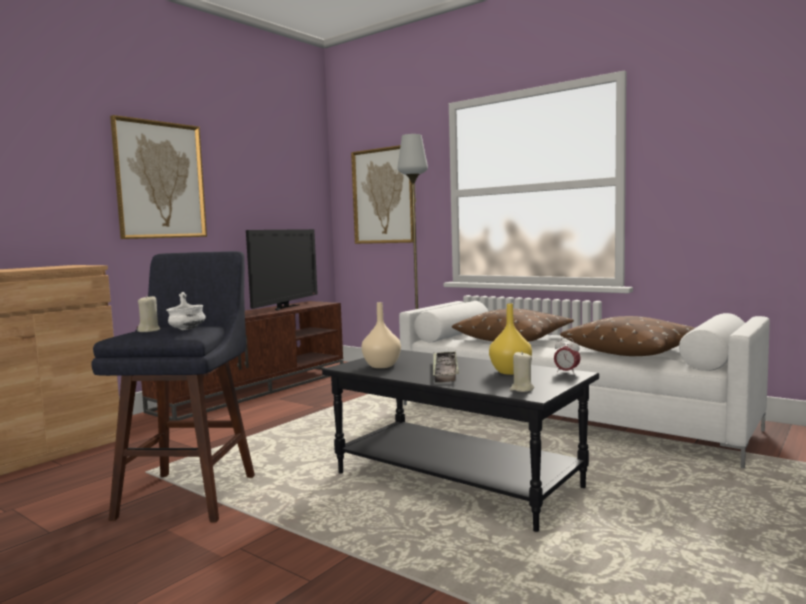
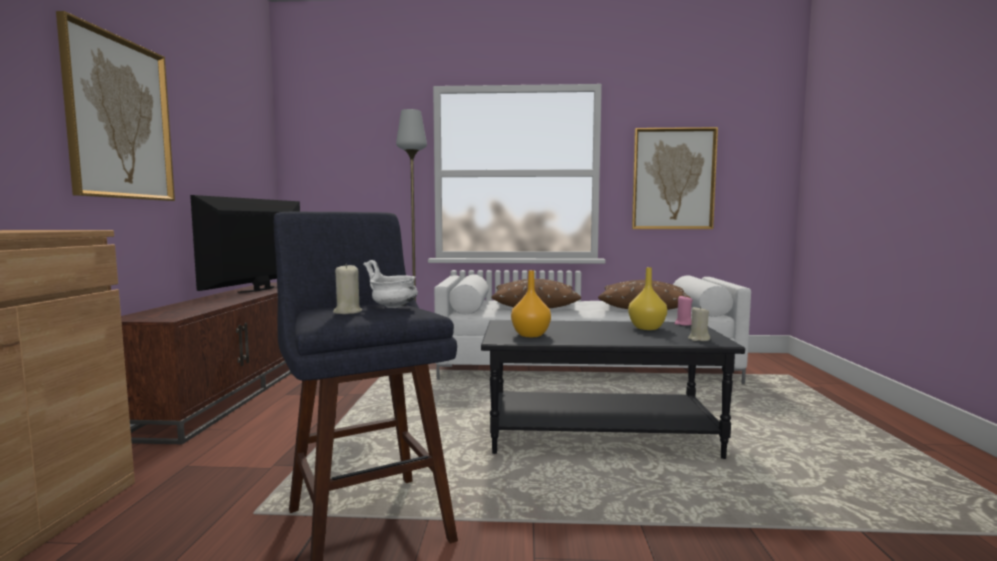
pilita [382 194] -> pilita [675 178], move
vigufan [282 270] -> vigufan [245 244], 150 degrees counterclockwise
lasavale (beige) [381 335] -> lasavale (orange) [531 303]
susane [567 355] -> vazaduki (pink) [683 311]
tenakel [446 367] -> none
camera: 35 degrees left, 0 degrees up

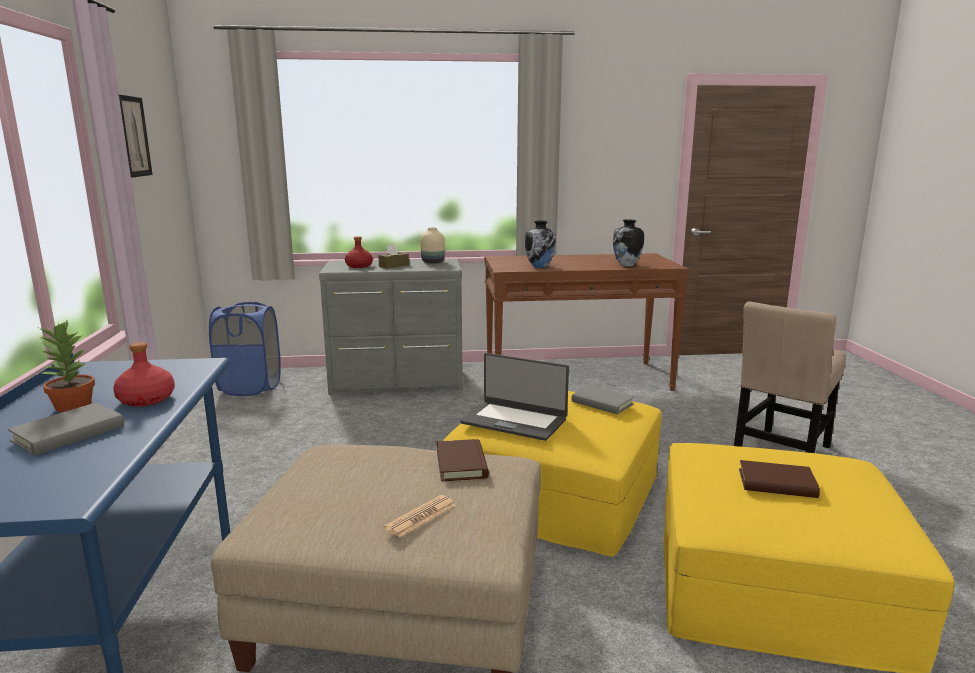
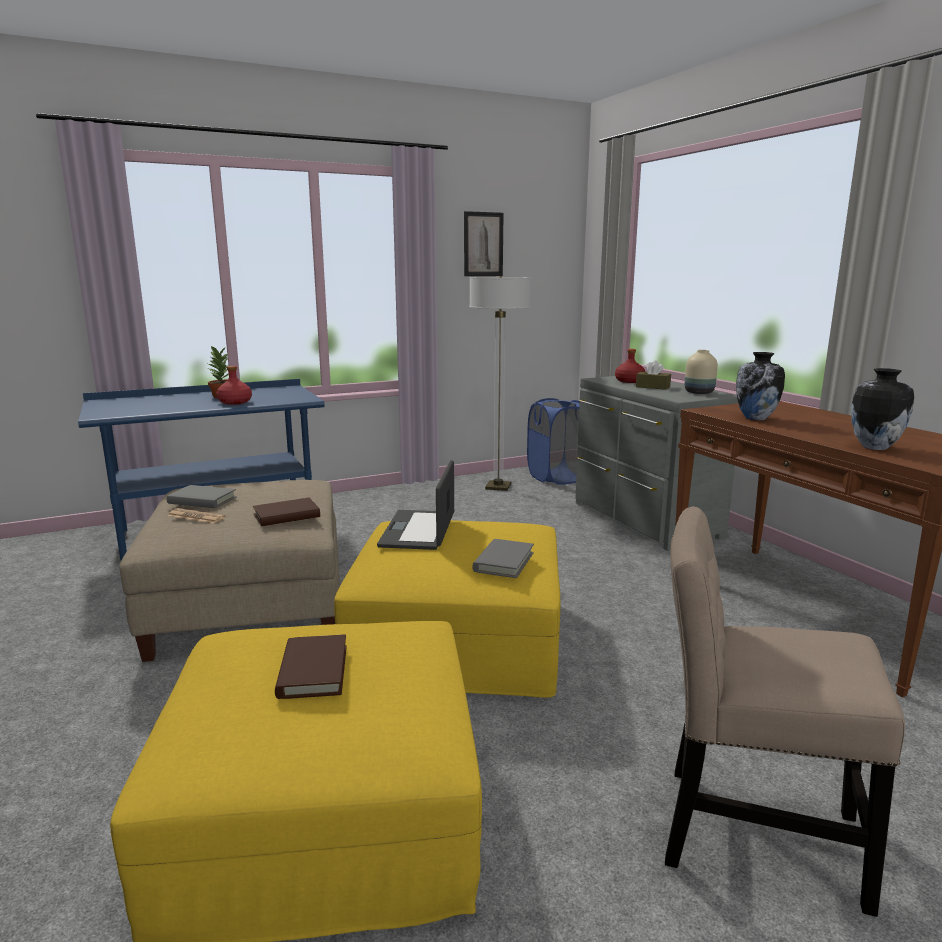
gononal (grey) [66 429] -> gononal (grey) [202 496], move
none -> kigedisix [500 383]
camera: 70 degrees right, 0 degrees up

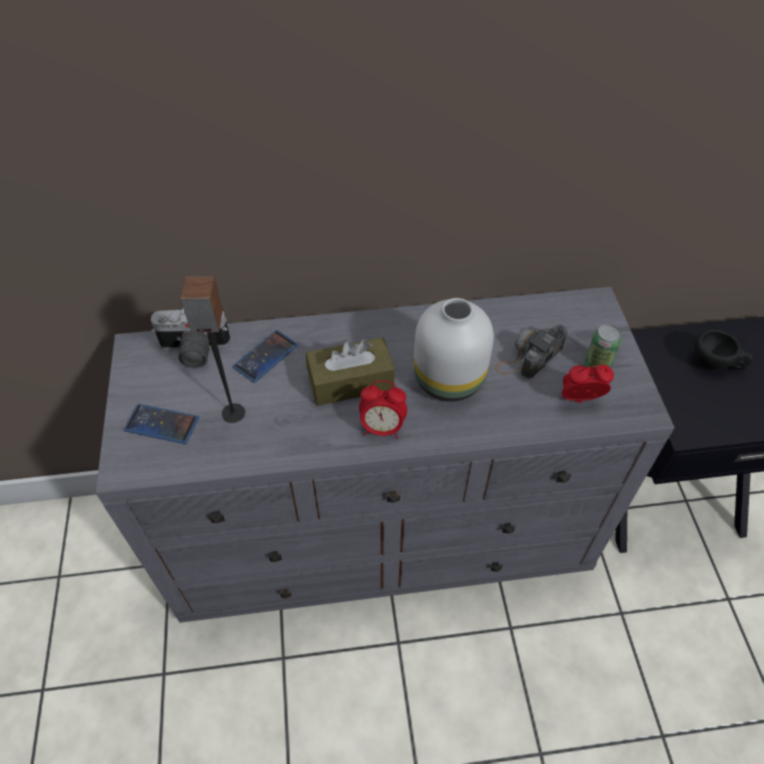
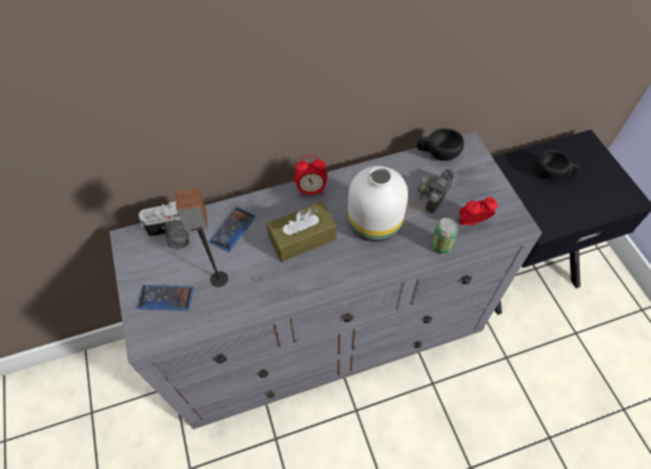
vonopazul [603 346] -> vonopazul [444 236], move
susane [383 409] -> susane [310 176], move
none -> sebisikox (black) [440 144]
camera: 10 degrees left, 5 degrees up

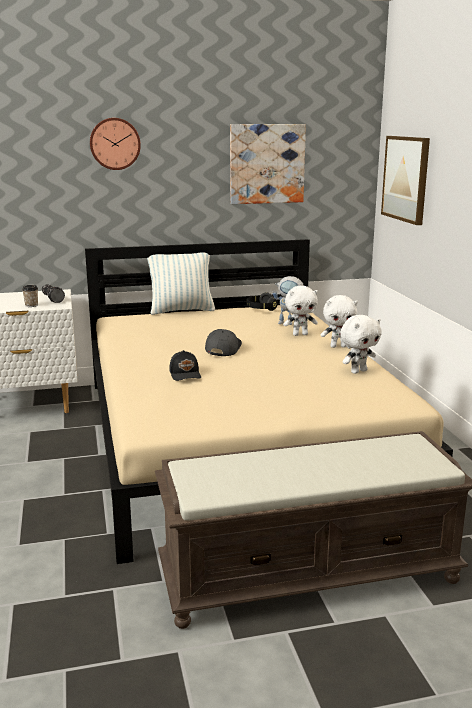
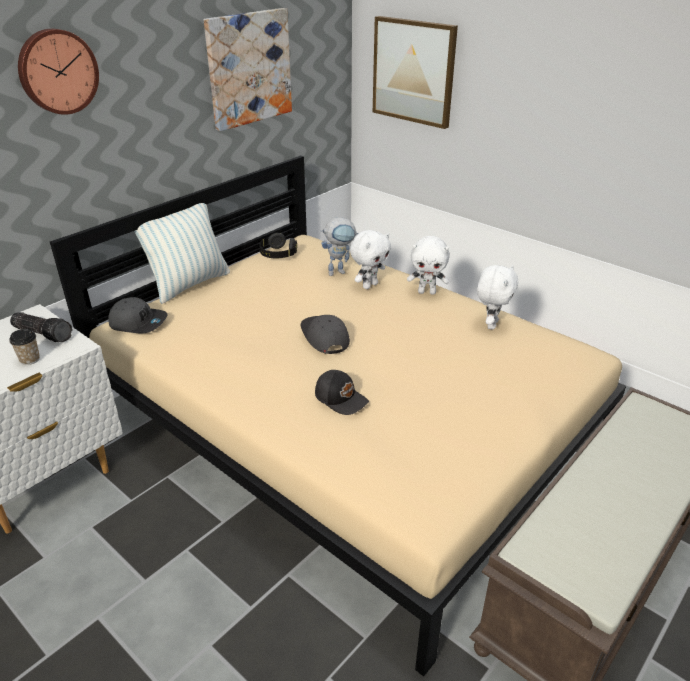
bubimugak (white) [339 321] -> bubimugak (white) [428 265], 45 degrees clockwise
none -> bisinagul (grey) [137 315]
camera: 35 degrees left, 15 degrees up

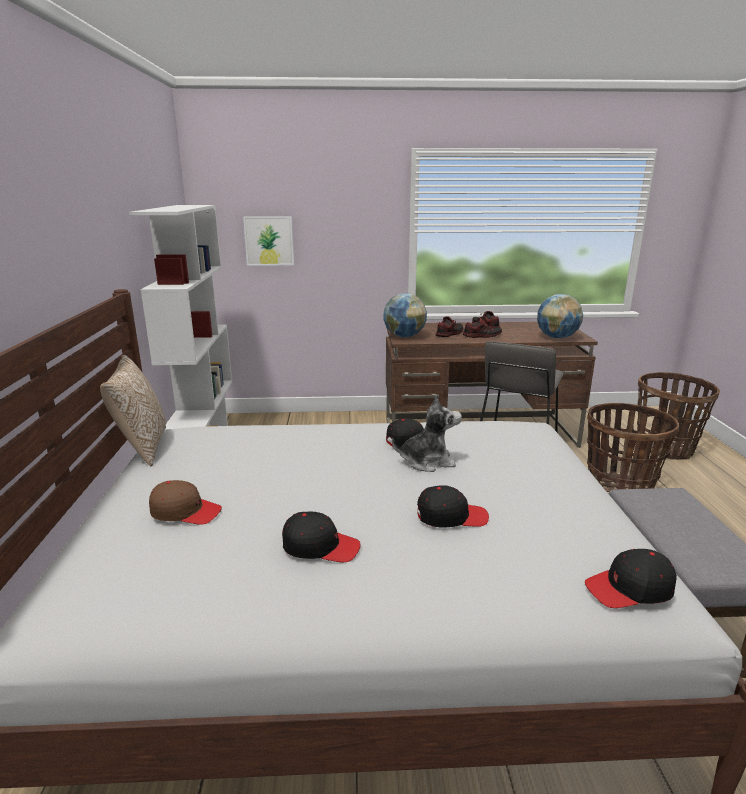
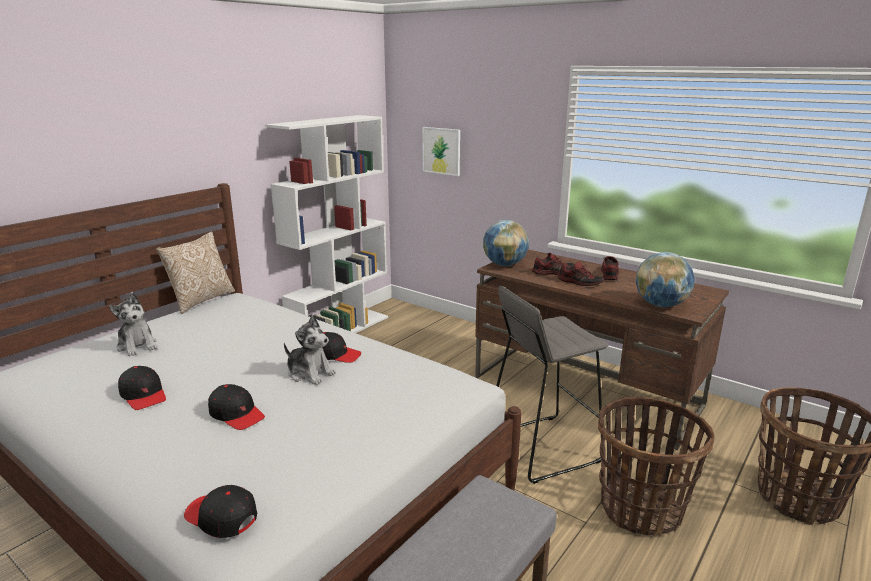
bisinagul (brown) [185 502] -> bubimugak [133 325]
camera: 40 degrees right, 0 degrees up

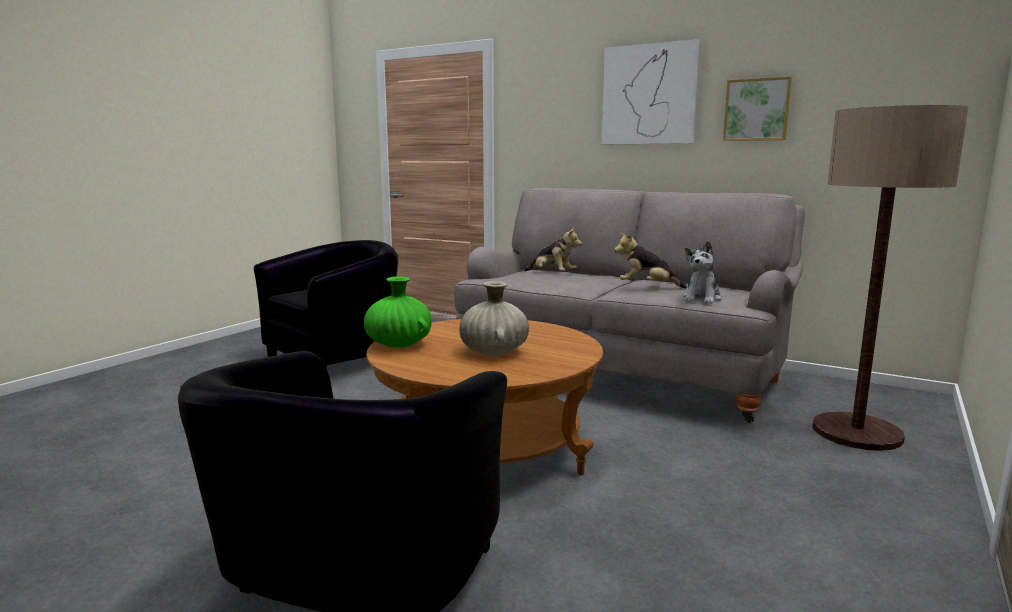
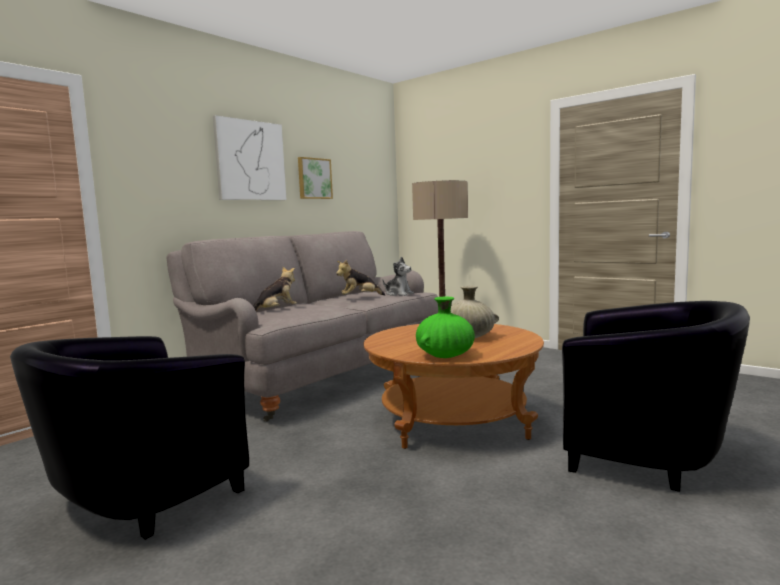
bubimugak [650 261] -> bubimugak [360 277], 45 degrees clockwise
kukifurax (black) [326 304] -> kukifurax (black) [129 438], 105 degrees counterclockwise
camera: 80 degrees left, 5 degrees down

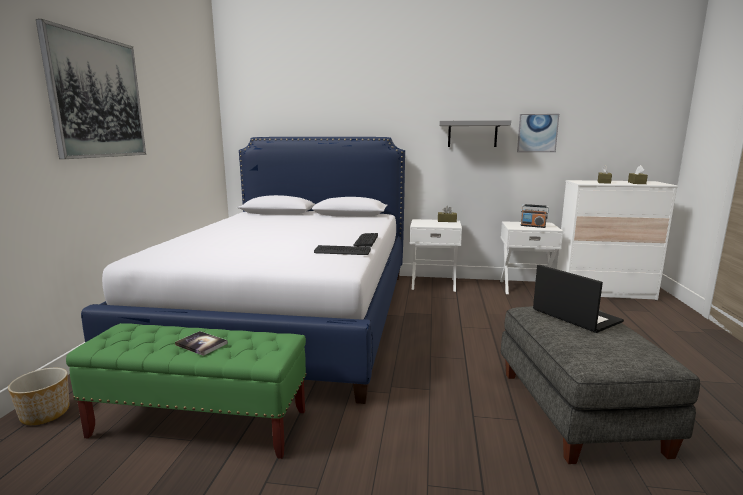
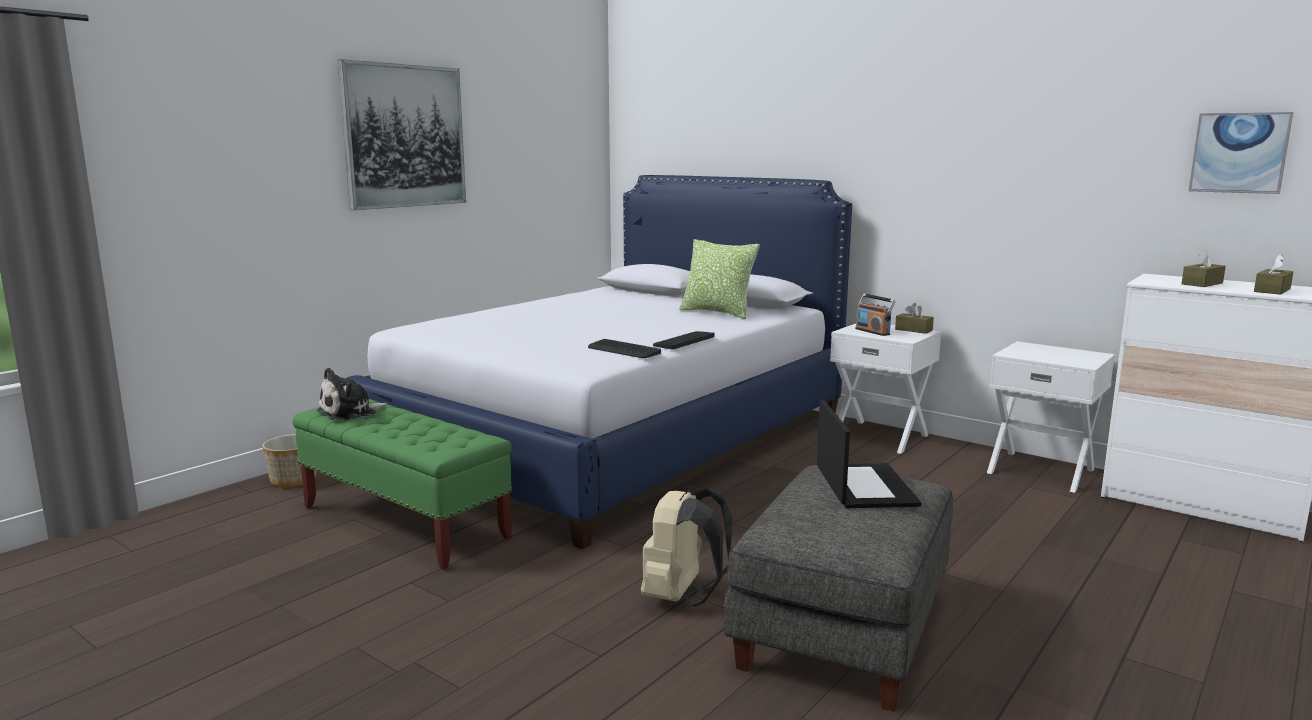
pilita [538 133] -> pilita [1241 153], move
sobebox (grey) [475 133] -> none
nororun [535 216] -> nororun [875 315], move
gononal [201 343] -> none
none -> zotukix [719 279]
none -> bubimugak [352 394]
none -> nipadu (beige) [686 546]
camera: 30 degrees right, 0 degrees up

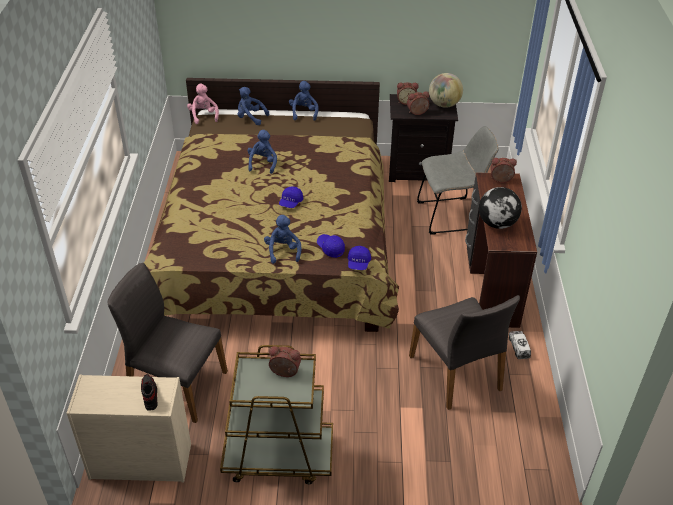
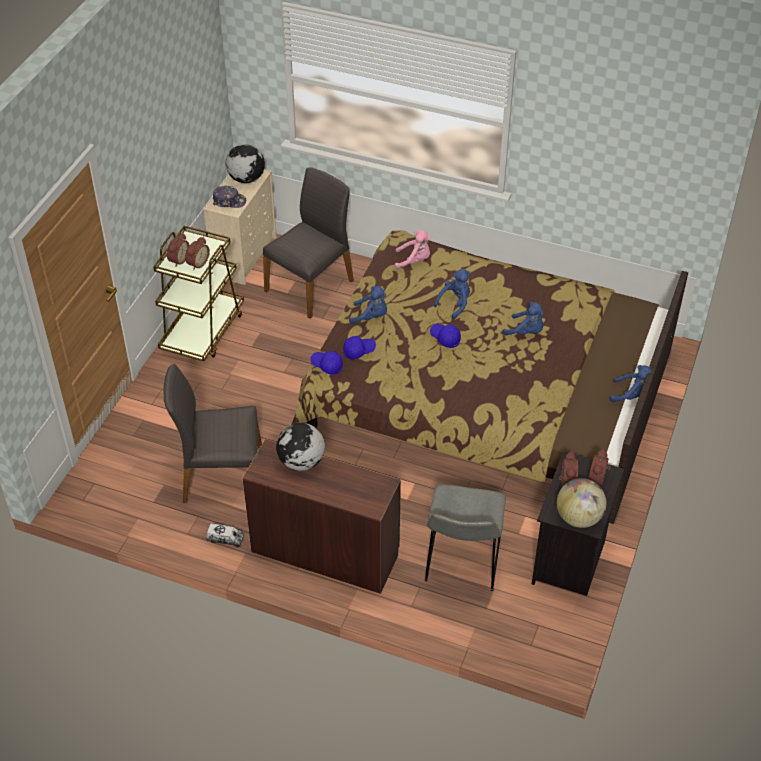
bubimugak (pink) [203 104] -> bubimugak (pink) [412 249], move
bubimugak (blue) [253 106] -> bubimugak (blue) [452 294], move
susane [504 170] -> susane [178 249], move
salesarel [149 392] -> bisinagul [229 197]
none -> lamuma [245 163]
camera: 110 degrees right, 5 degrees up

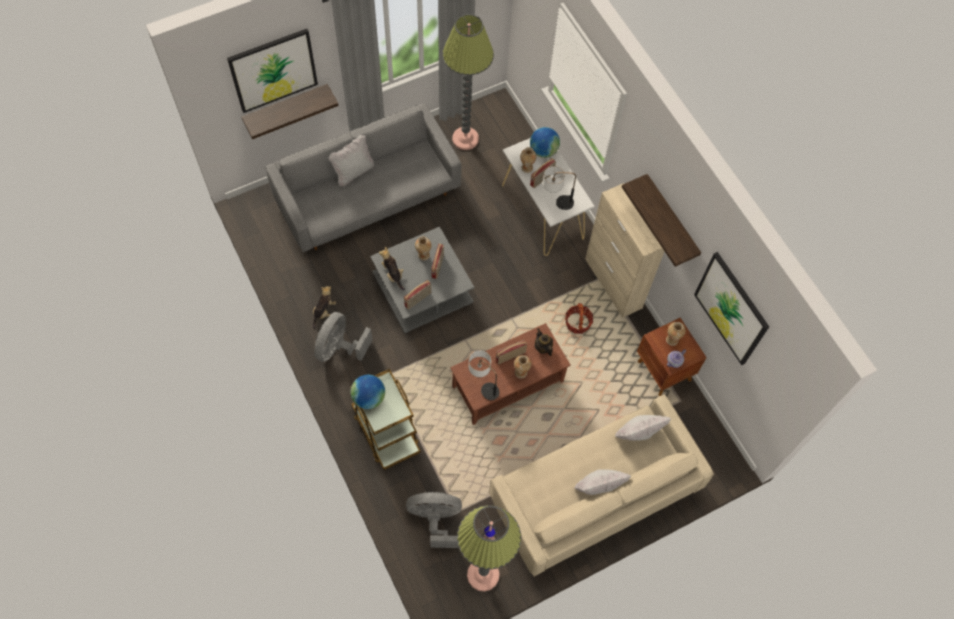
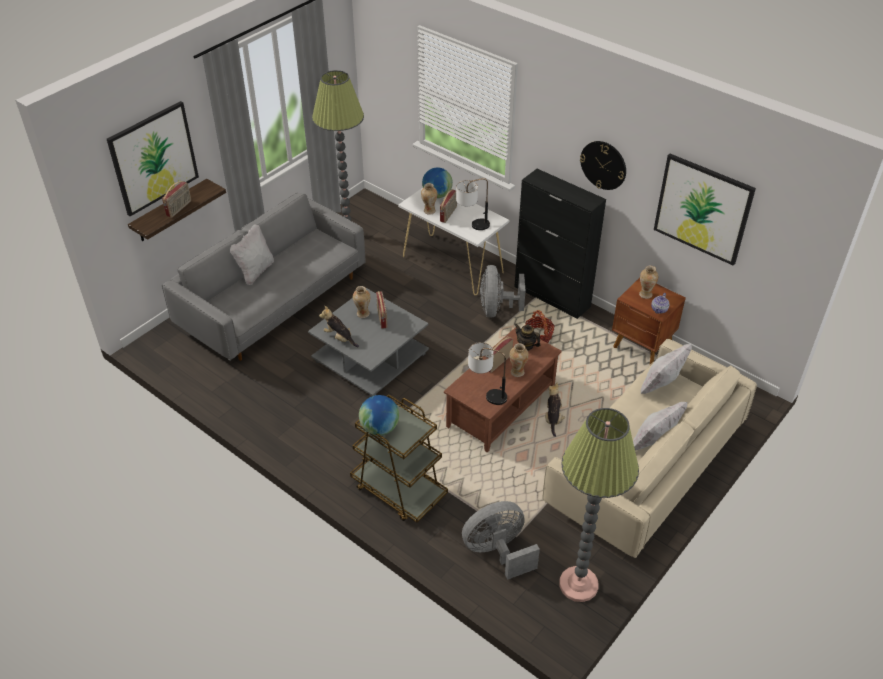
sobebox [661 220] -> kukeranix [603 165]
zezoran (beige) [624 250] -> zezoran (black) [560 244]
nororun [417 295] -> nororun [176 199], move
bubimugak [324 307] -> bubimugak [555 410], move
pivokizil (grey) [343 337] -> pivokizil (grey) [503 291], move
camera: 20 degrees left, 20 degrees down

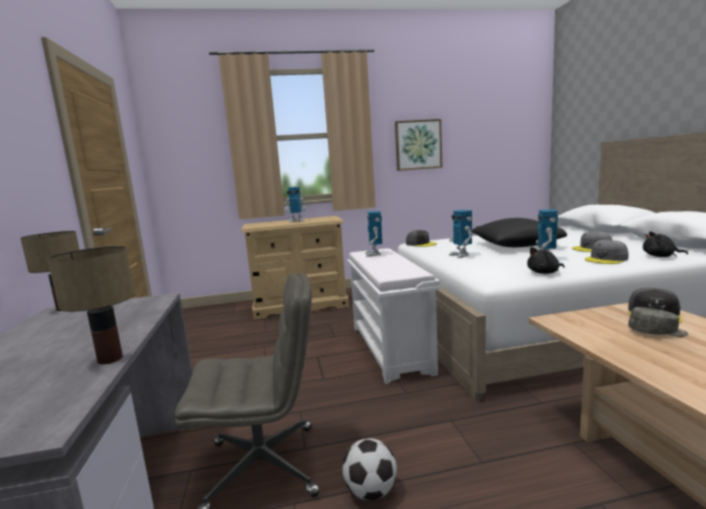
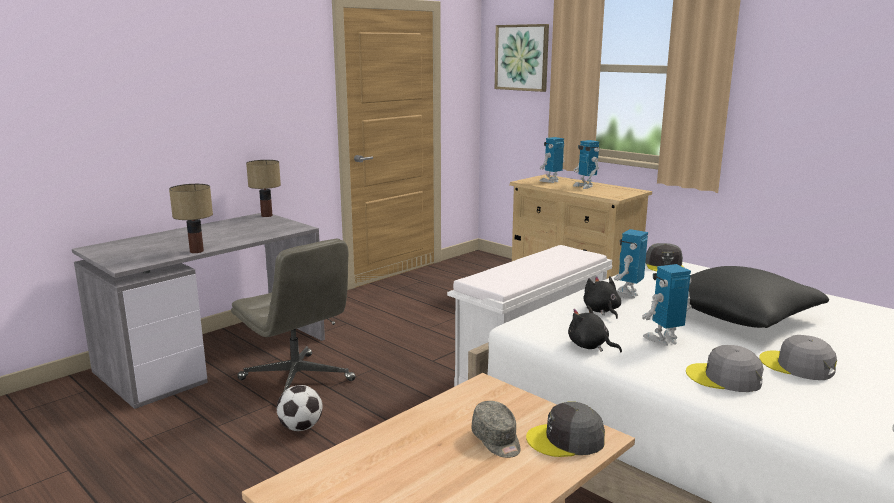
pilita [418 145] -> pilita [522 58], move
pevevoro [373 234] -> pevevoro [552 160], move
bubimugak (black) [665 244] -> bubimugak (black) [602 297], move
camera: 55 degrees right, 5 degrees up

